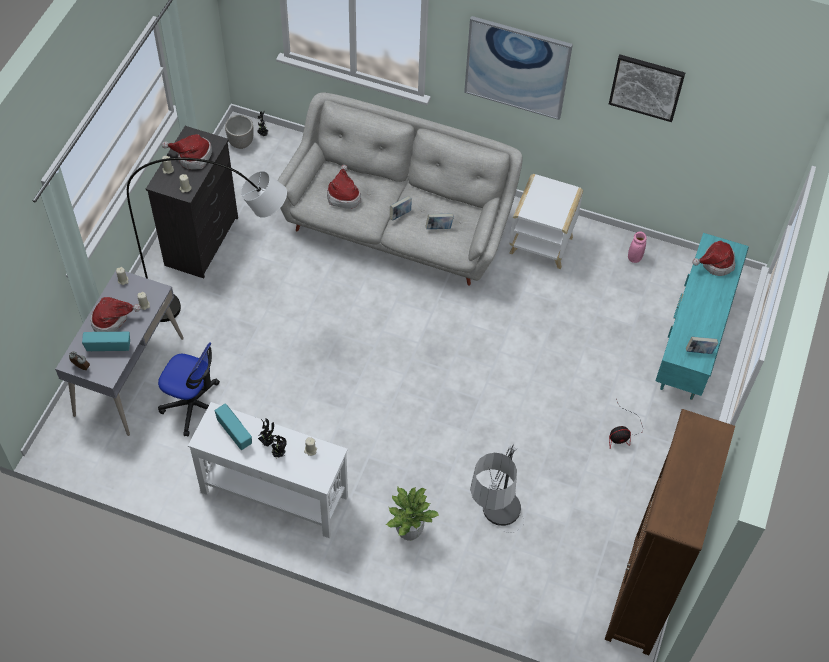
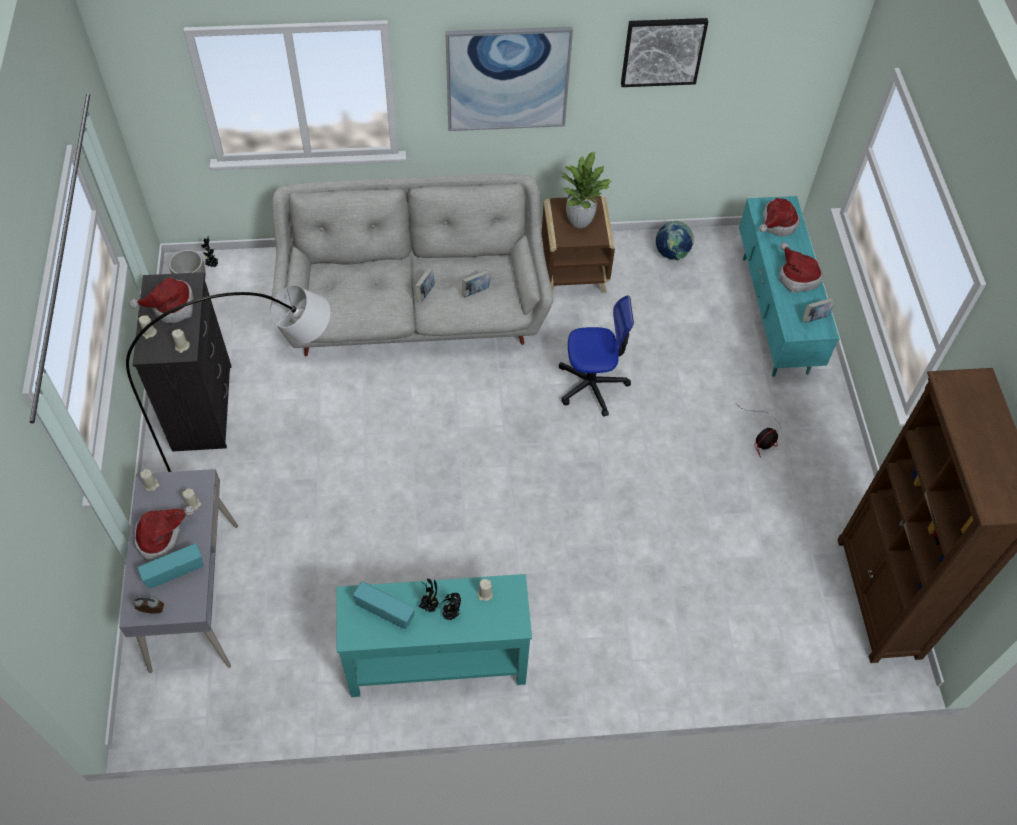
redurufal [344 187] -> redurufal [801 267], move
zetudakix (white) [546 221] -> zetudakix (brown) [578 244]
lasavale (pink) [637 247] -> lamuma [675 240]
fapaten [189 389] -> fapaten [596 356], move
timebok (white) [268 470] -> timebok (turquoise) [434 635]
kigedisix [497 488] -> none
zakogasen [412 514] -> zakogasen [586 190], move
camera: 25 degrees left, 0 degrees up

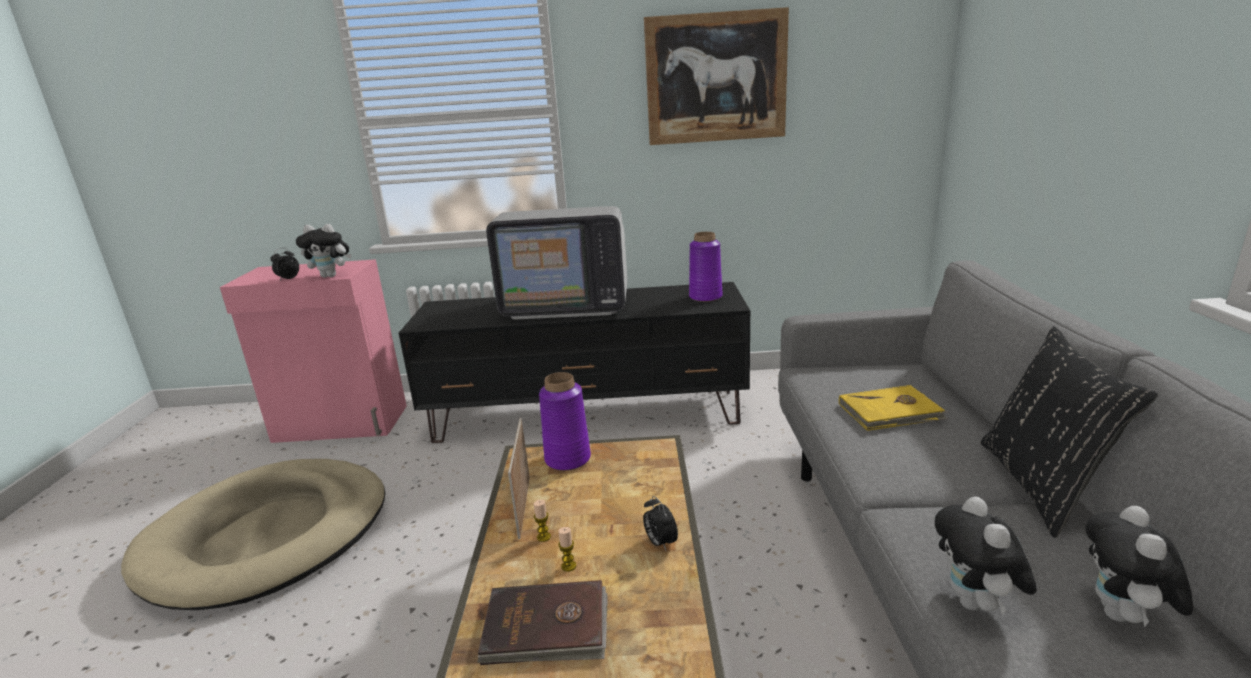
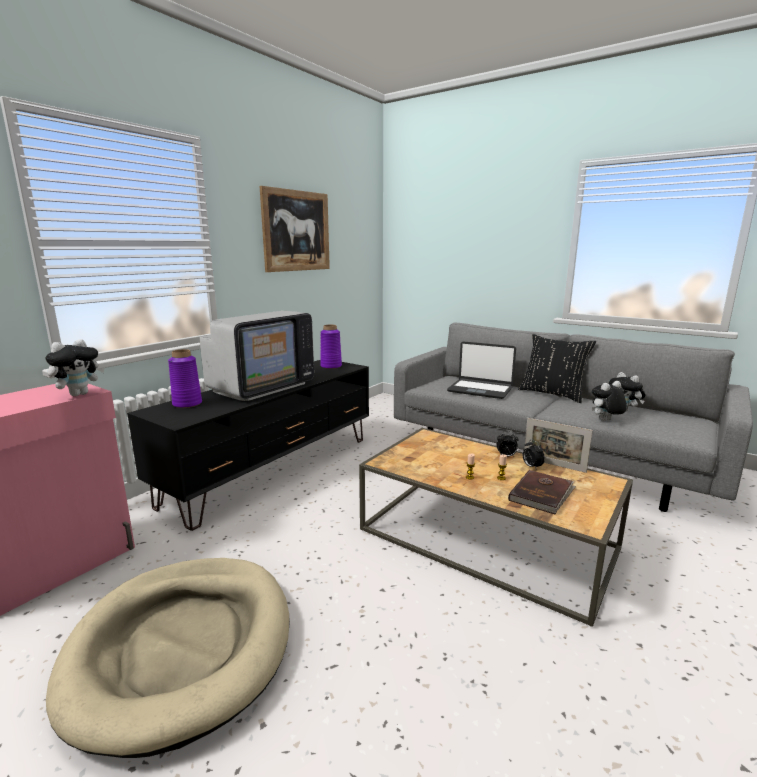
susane [284 264] -> susane [534 454], move
lasavale (purple) [565 421] -> lasavale (purple) [185 378], move
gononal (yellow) [893 408] -> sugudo [481 370]
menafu [519 478] -> menafu [558 445], move
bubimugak [986 556] -> bubimugak [609 401], 120 degrees clockwise
camera: 55 degrees left, 5 degrees down

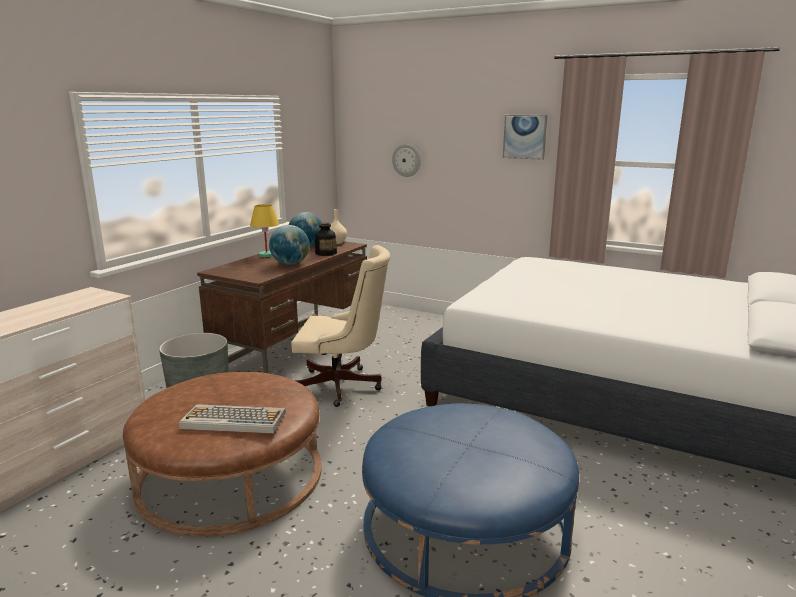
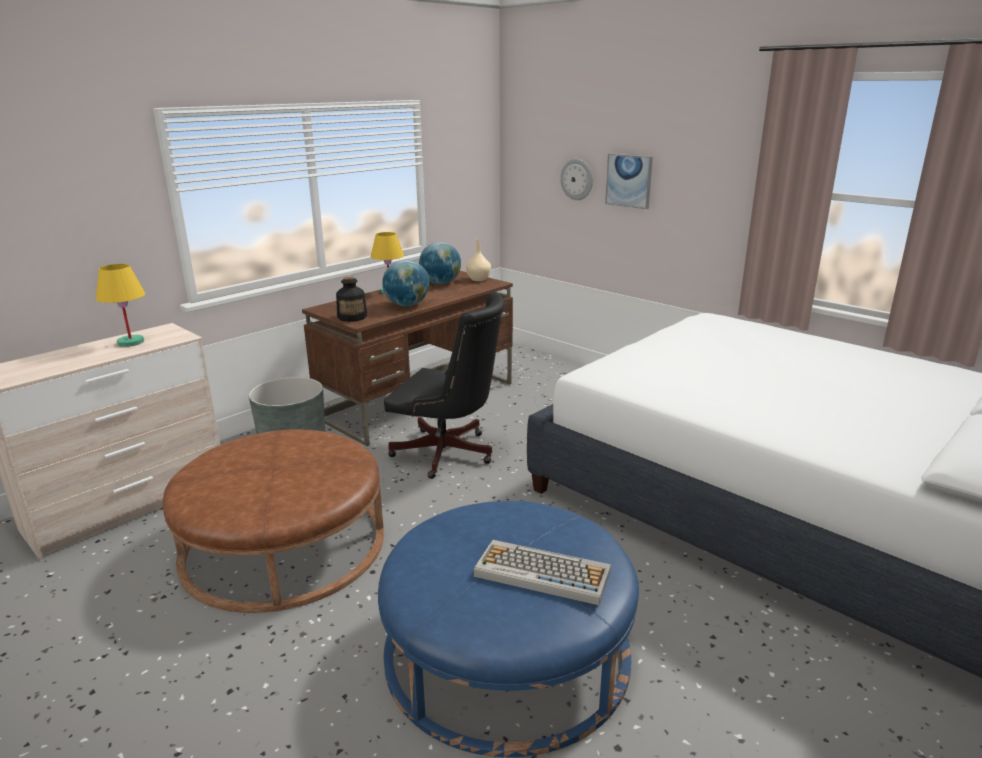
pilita [525 137] -> pilita [629 181], move
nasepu [326 239] -> nasepu [351 299], move
fapaten (beige) [341 326] -> fapaten (black) [444 385]
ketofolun [232 418] -> ketofolun [542 572], move
none -> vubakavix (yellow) [120 305]
camera: 15 degrees right, 5 degrees up

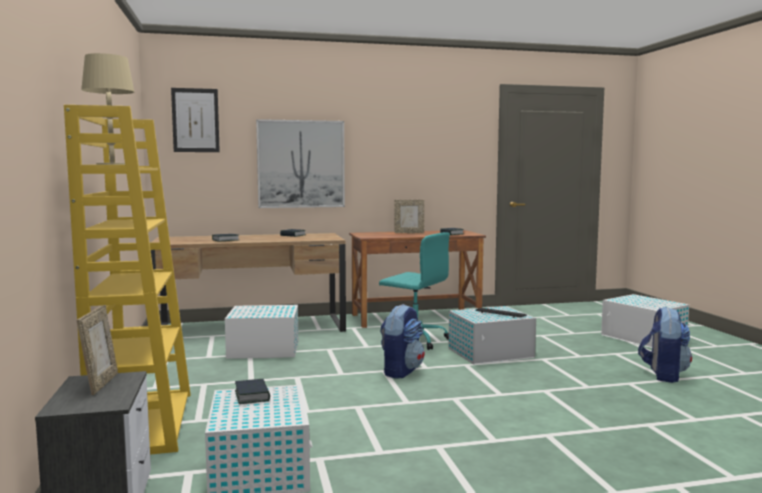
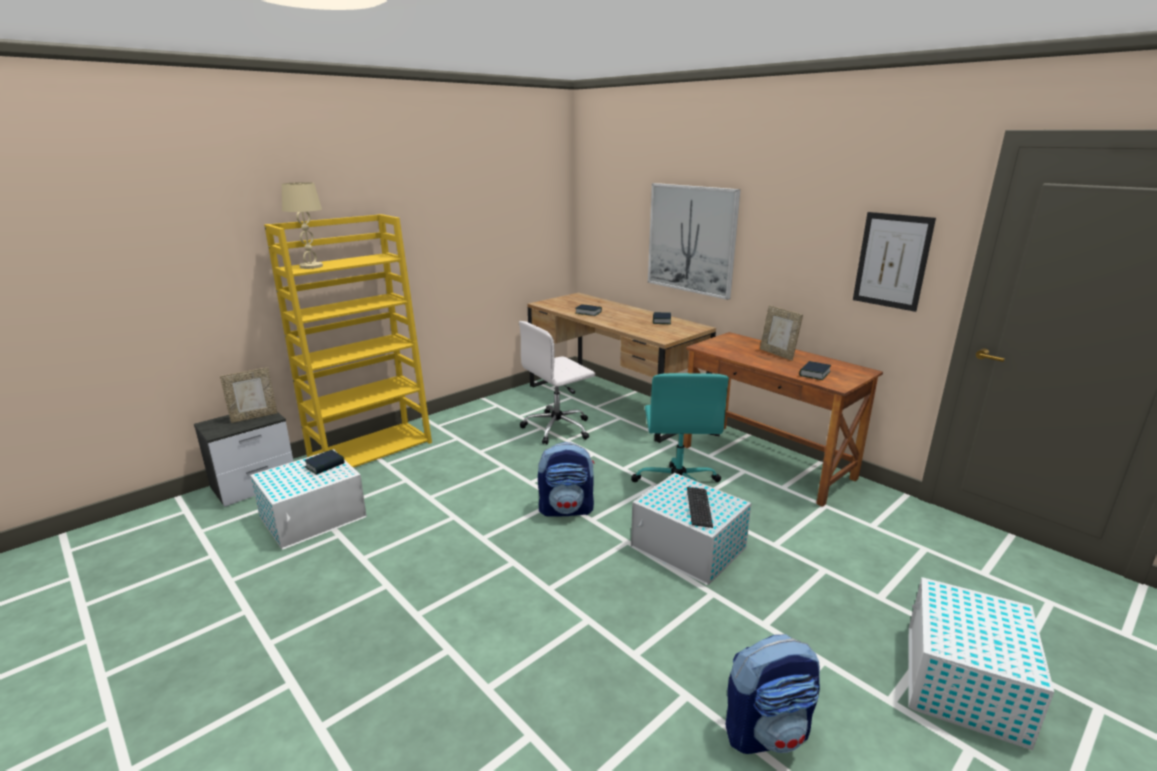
pilita [195 120] -> pilita [894 262], move
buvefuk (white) [261 332] -> fapaten (white) [557 382]
camera: 60 degrees right, 15 degrees up

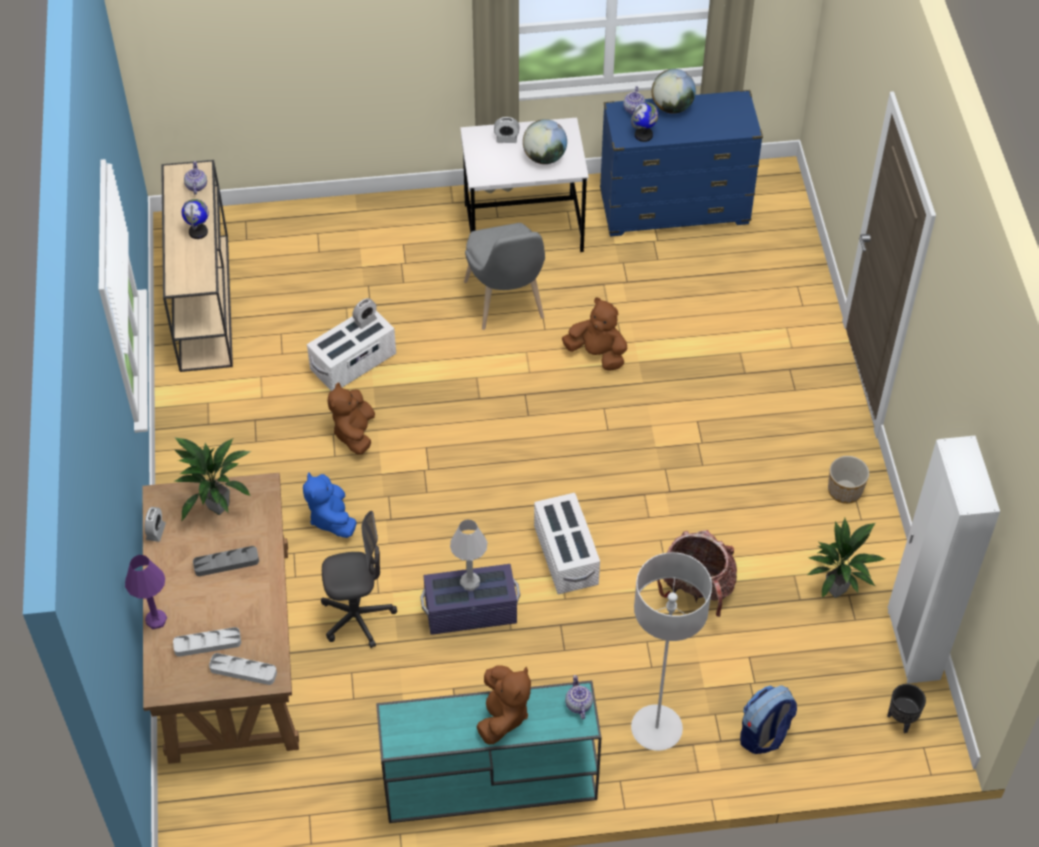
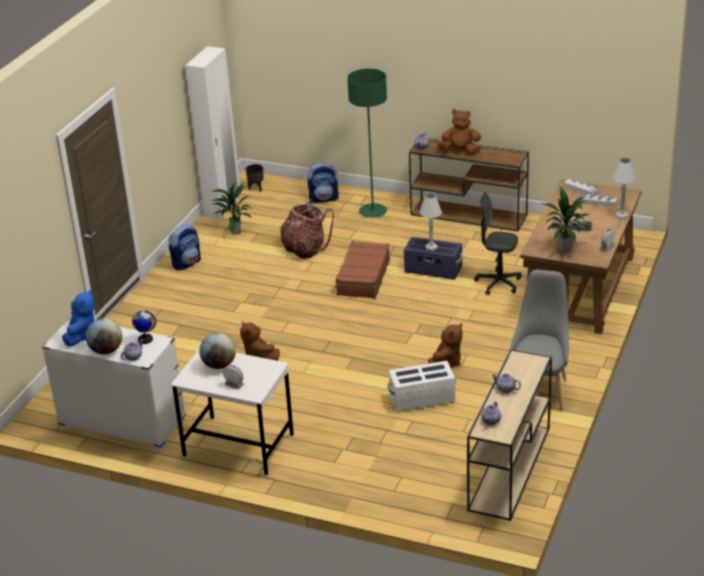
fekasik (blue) [681 163] -> fekasik (white) [114 383]
lamuma [195 219] -> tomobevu [506 383]
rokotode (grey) [504 276] -> rokotode (grey) [539 340], move
susane [364 313] -> none
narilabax [848 480] -> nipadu [184 247]
bubimugak (blue) [330 505] -> bubimugak (blue) [78 318], move
buvefuk (white) [567 543] -> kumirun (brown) [362 269]
kigedisix (grey) [671 651] -> kigedisix (green) [367 143]
vubakavix (purple) [146 592] -> vubakavix (white) [624 188]
bubimugak (brown) [504 705] -> bubimugak (brown) [459 131], 60 degrees clockwise
timebok (turquoise) [488 751] -> timebok (brown) [469 185]
camera: 150 degrees left, 20 degrees down

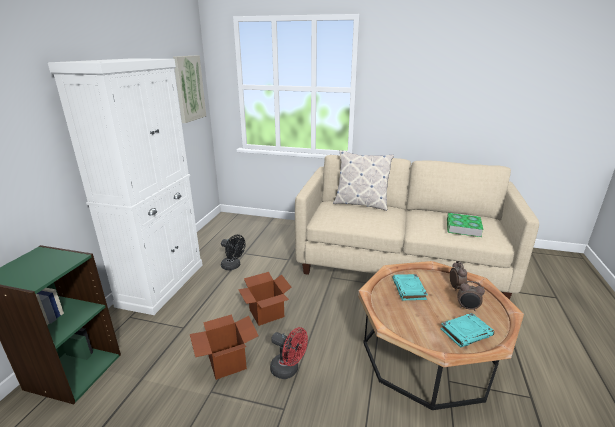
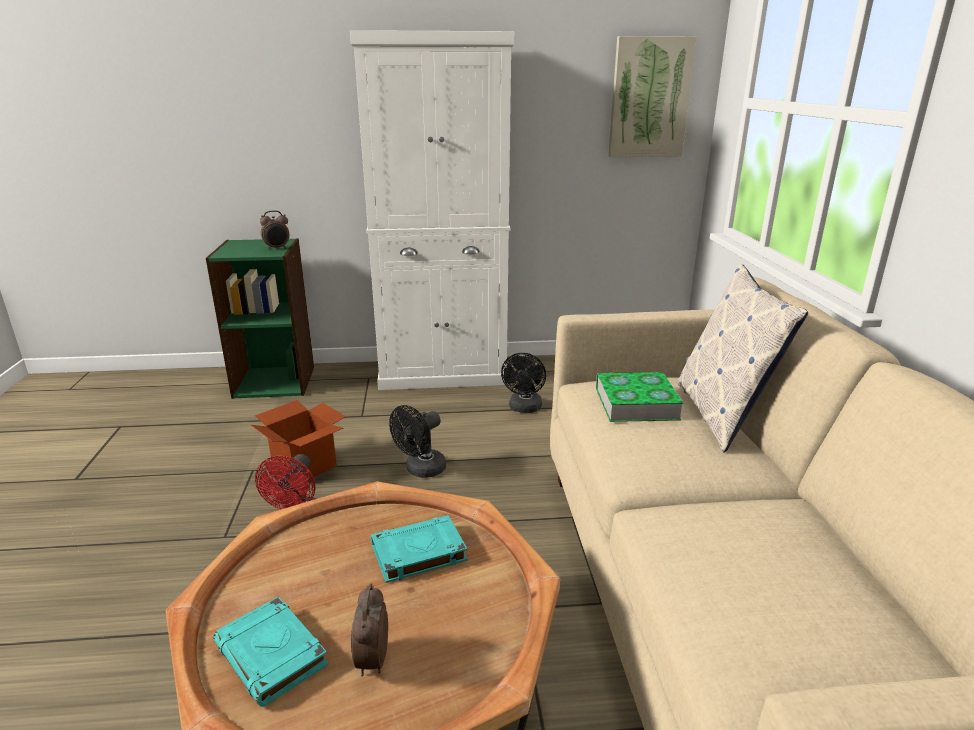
gononal [465 225] -> gononal [640 397], move
susane [458 276] -> susane [274 230], move
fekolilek [265 299] -> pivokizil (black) [417 441]
camera: 70 degrees right, 0 degrees up

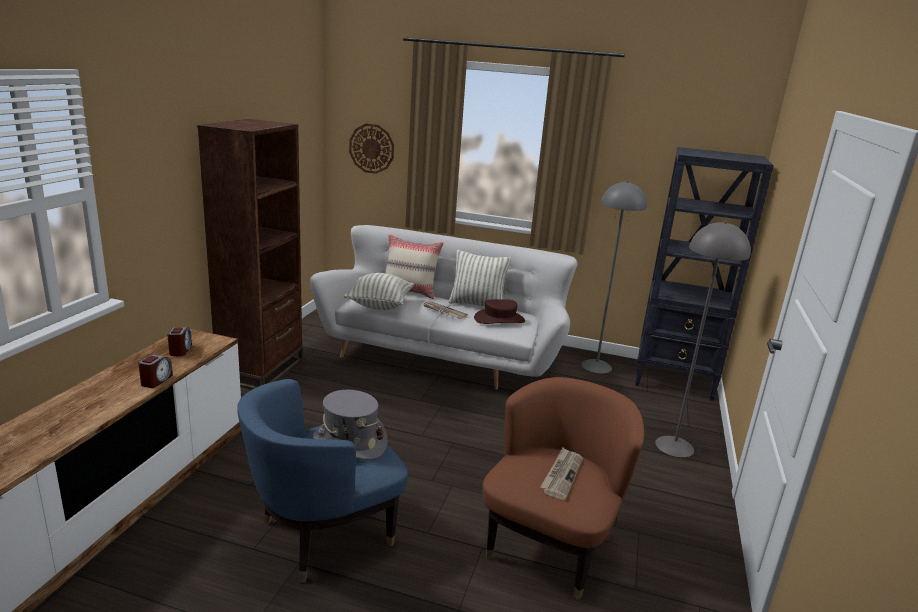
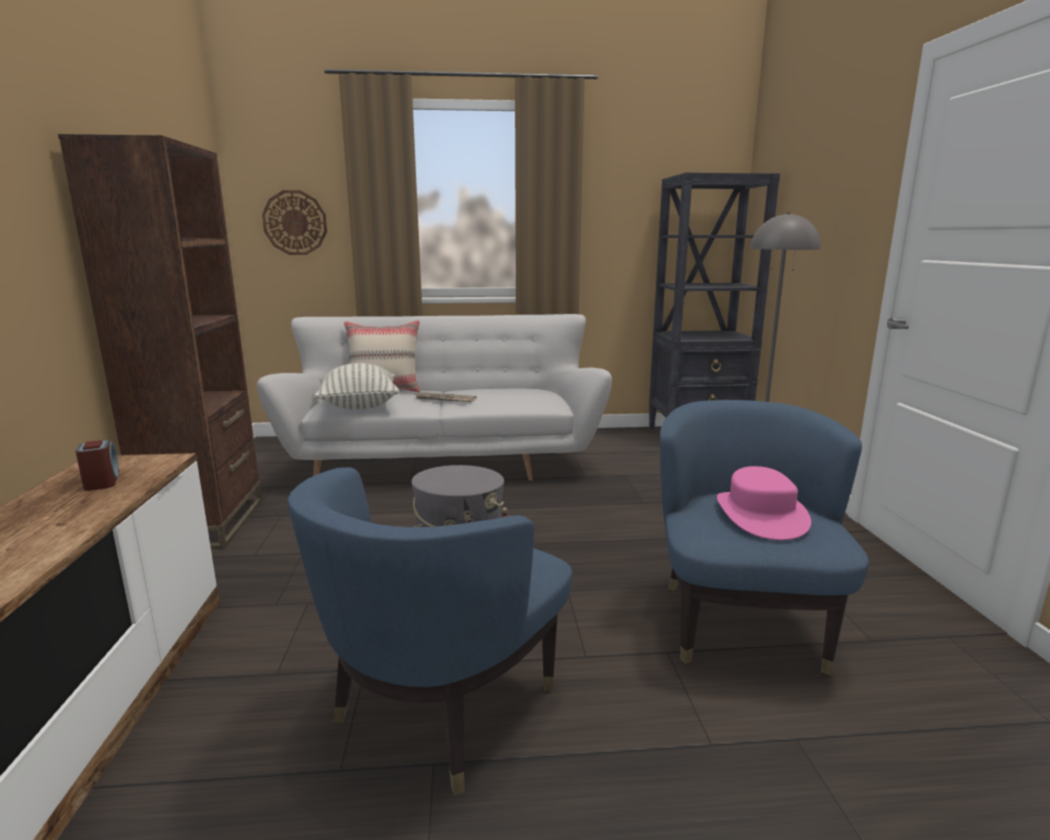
kigedisix (grey) [614 277] -> none
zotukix [480 278] -> none
redurufal (brown) [499 311] -> none
susane [155 371] -> none
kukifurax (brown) [563 488] -> kukifurax (blue) [764 537]
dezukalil [561 473] -> redurufal (pink) [764 503]
camera: 20 degrees left, 5 degrees down

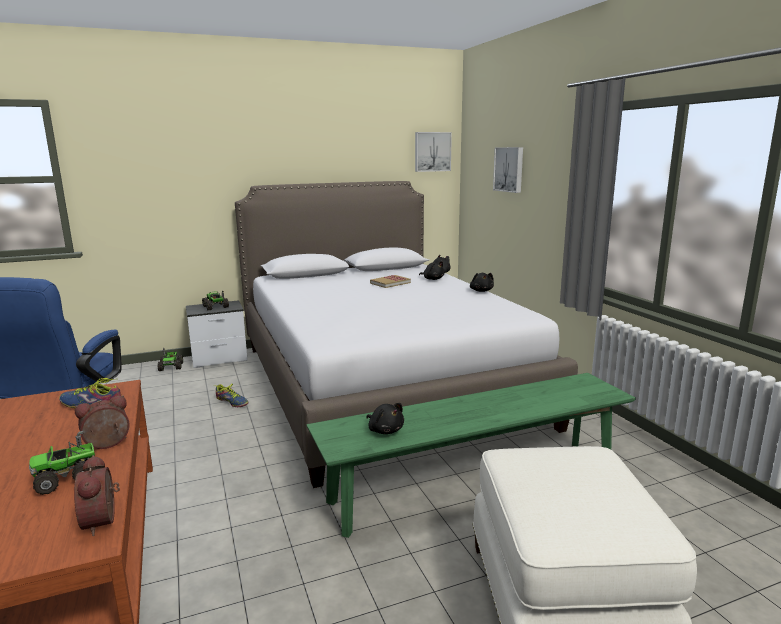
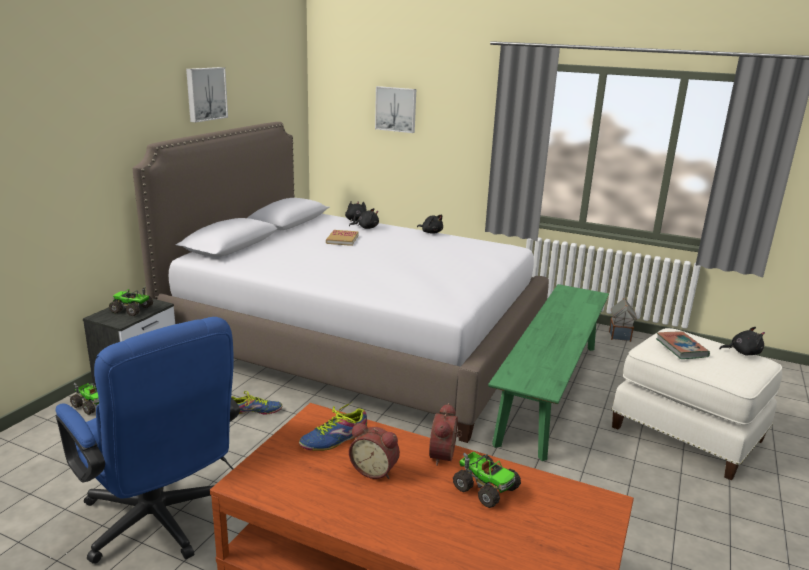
pilita [433 152] -> pilita [207 94], move
bubimugak (black) [385 418] -> bubimugak (black) [742 341], move
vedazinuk [62 463] -> vedazinuk [487 480], 60 degrees counterclockwise
susane [97 495] -> susane [374 451], move
none -> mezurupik [623 320]
none -> gononal [683 345]
camera: 45 degrees left, 5 degrees up

